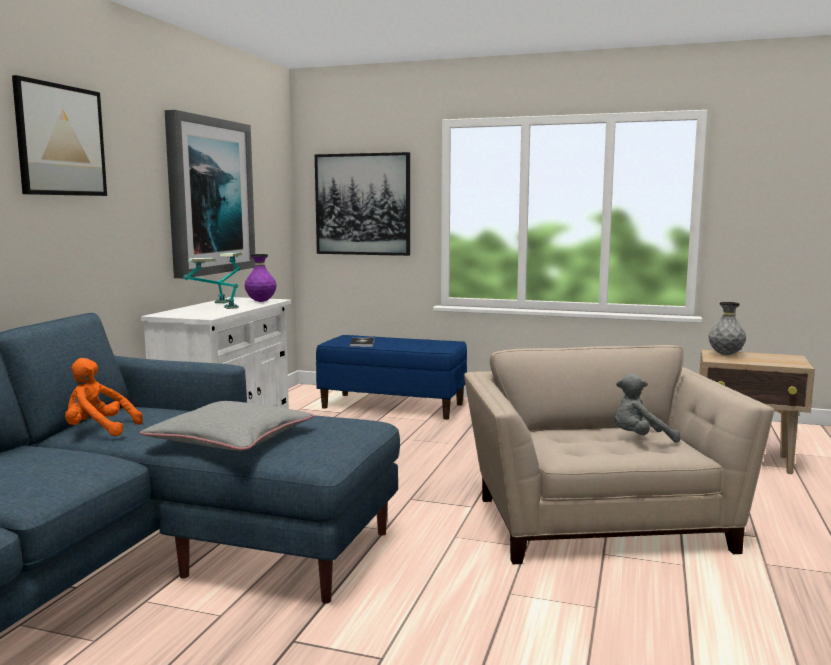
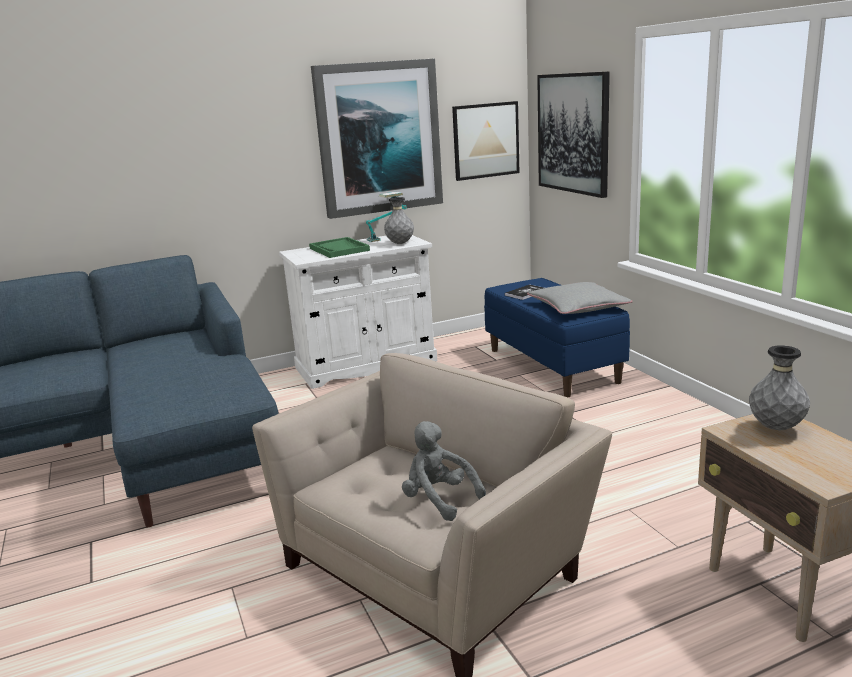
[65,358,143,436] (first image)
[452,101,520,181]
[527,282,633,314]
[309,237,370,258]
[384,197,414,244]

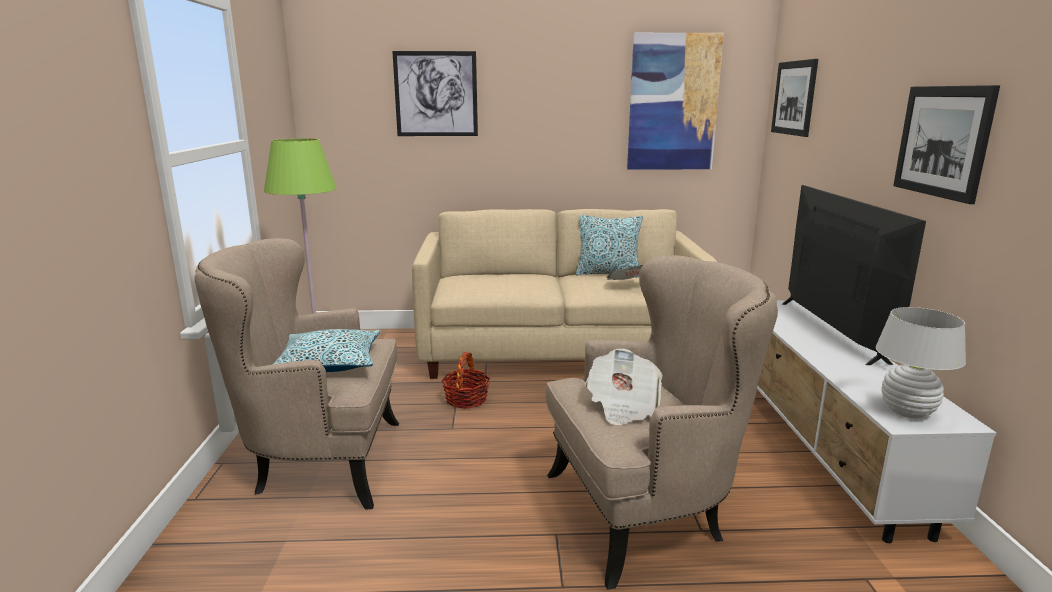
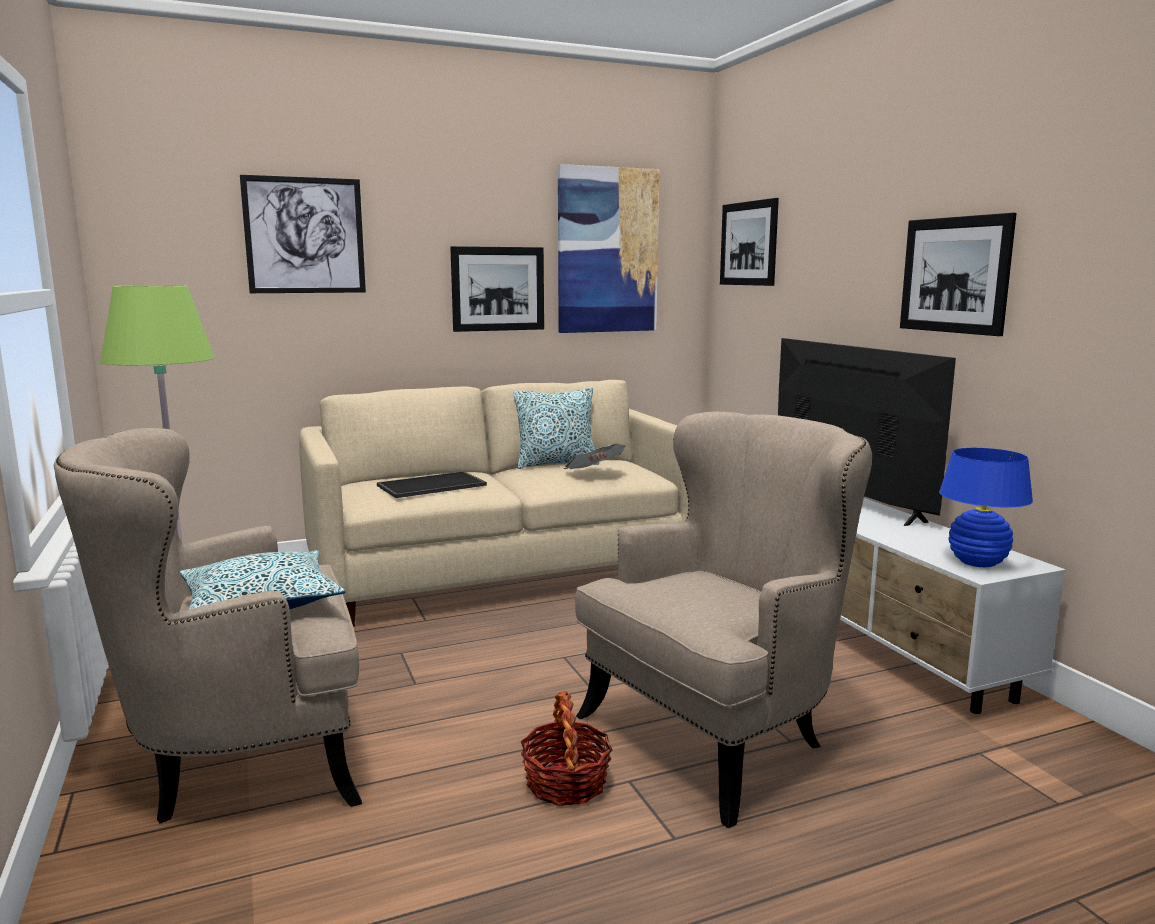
[586,348,662,425] (first image)
[377,471,487,498]
[450,246,544,332]
[521,691,612,806]
[939,448,1033,567]

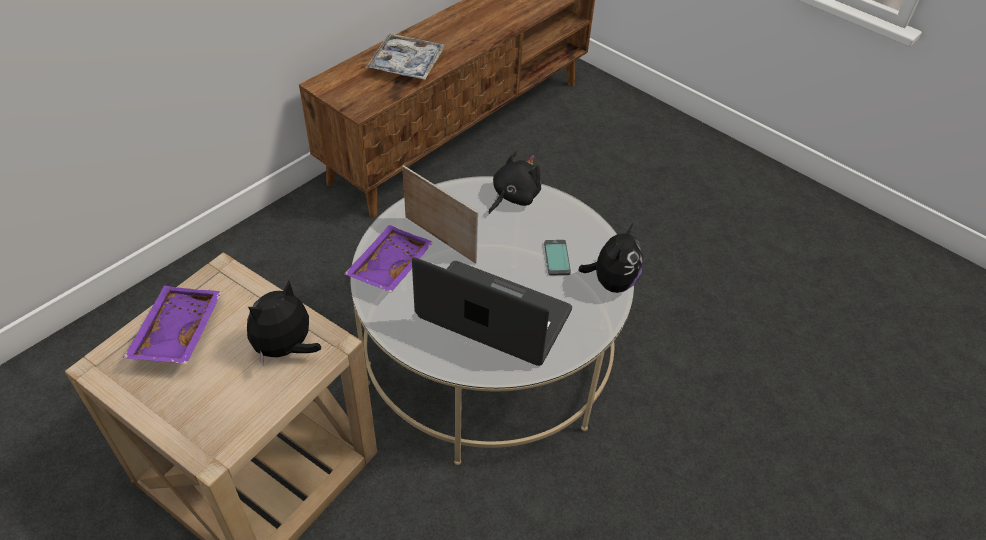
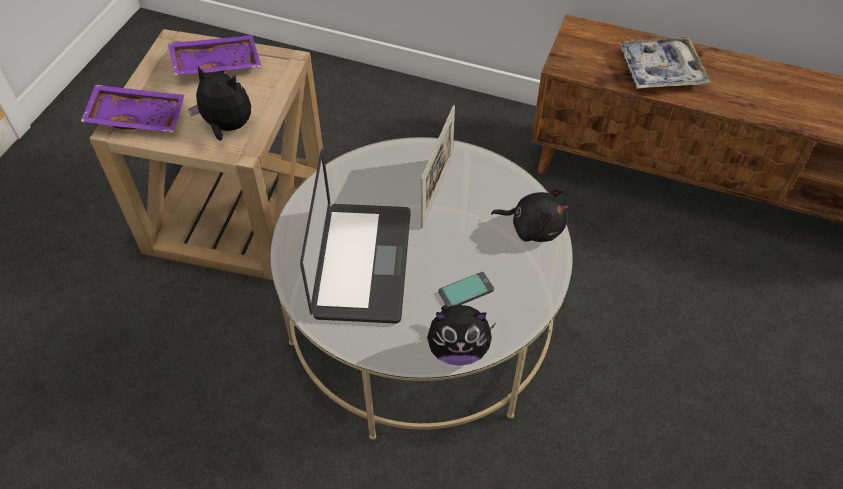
[81,84,184,132]

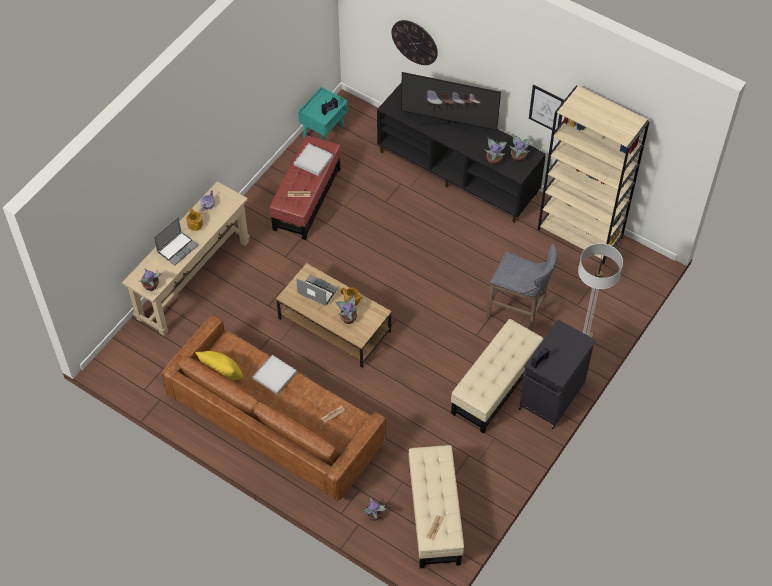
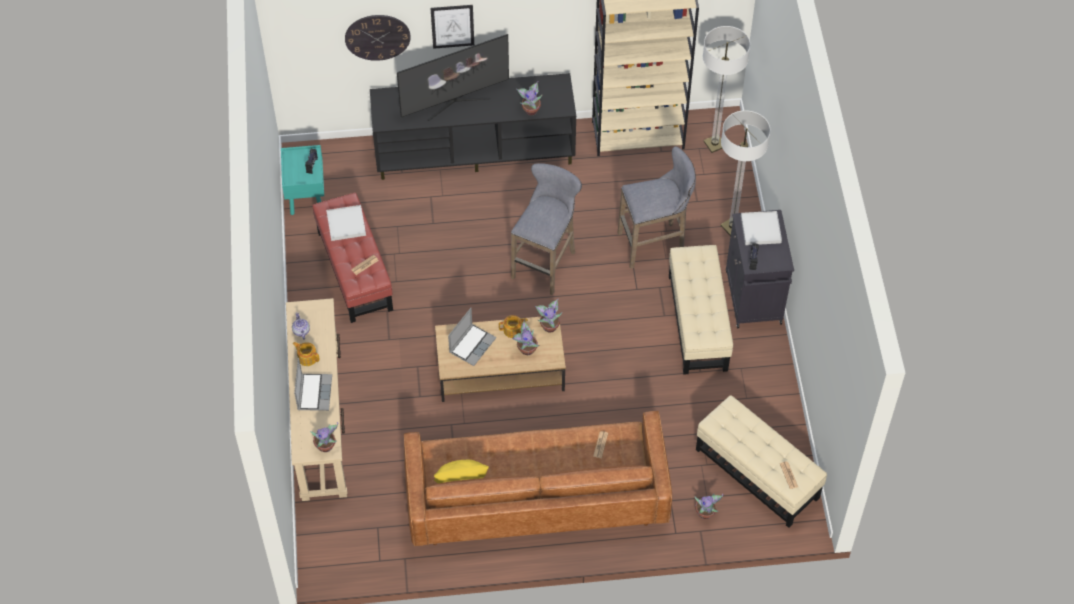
[511,163,582,295]
[703,26,750,153]
[741,211,782,245]
[535,298,562,333]
[431,5,474,49]
[448,308,496,366]

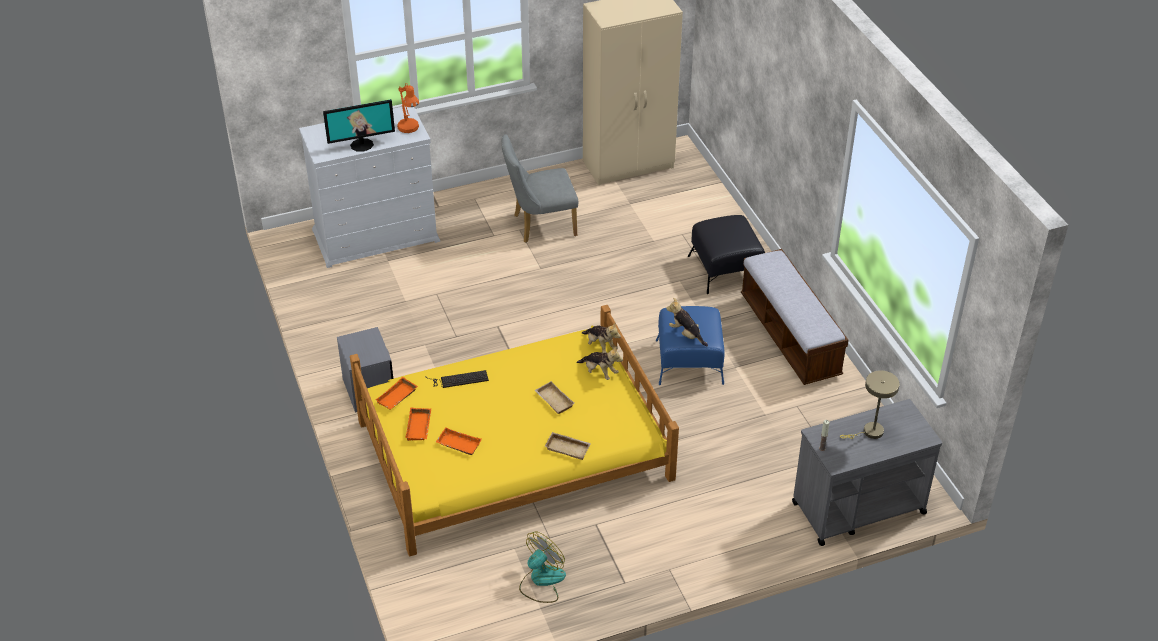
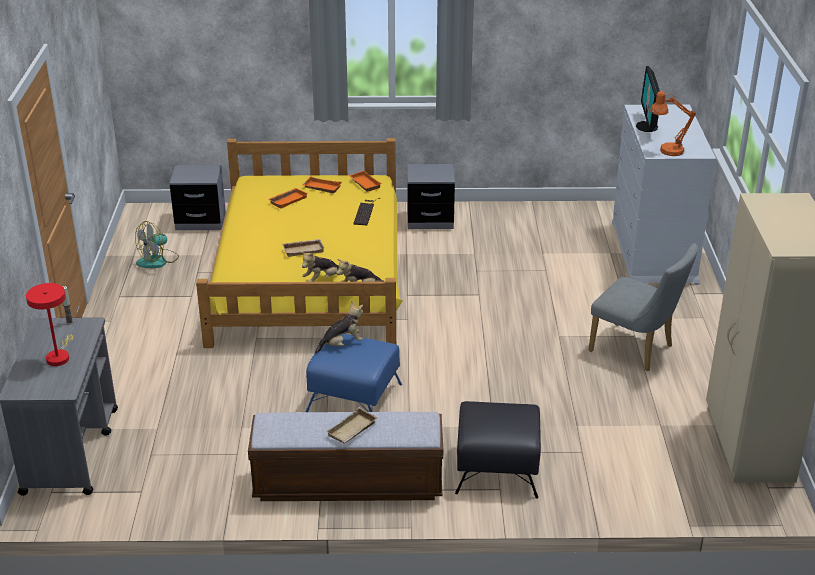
[169,165,226,230]
[326,407,378,444]
[26,283,73,366]
[588,243,698,371]
[135,221,179,268]

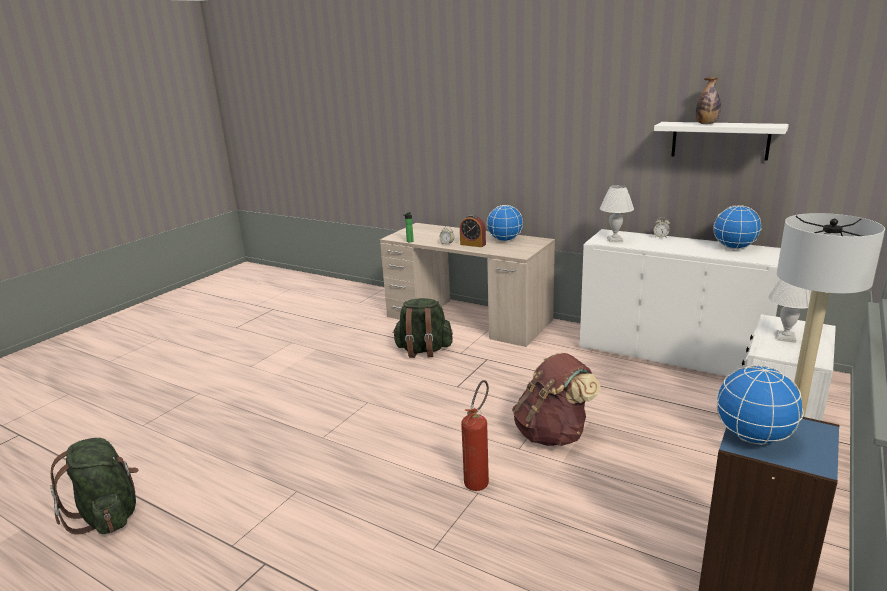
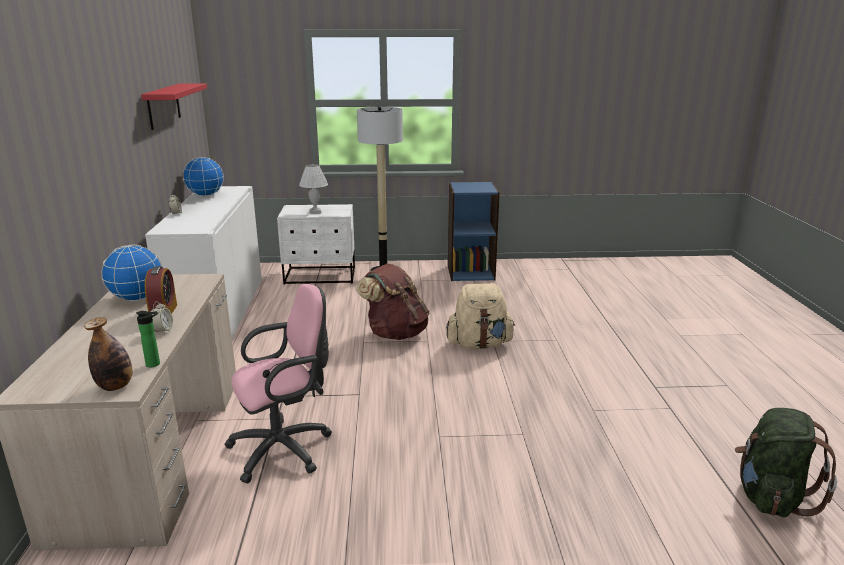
[600,185,634,242] (first image)
[716,365,804,445] (first image)
[84,317,133,391]
[224,284,332,483]
[446,283,515,349]
[141,83,207,130]

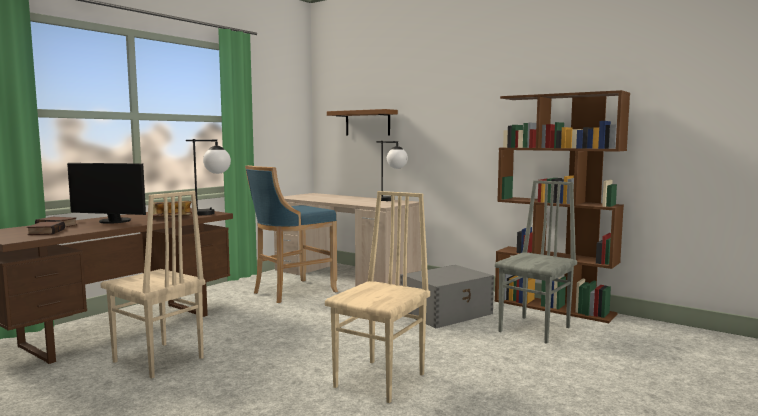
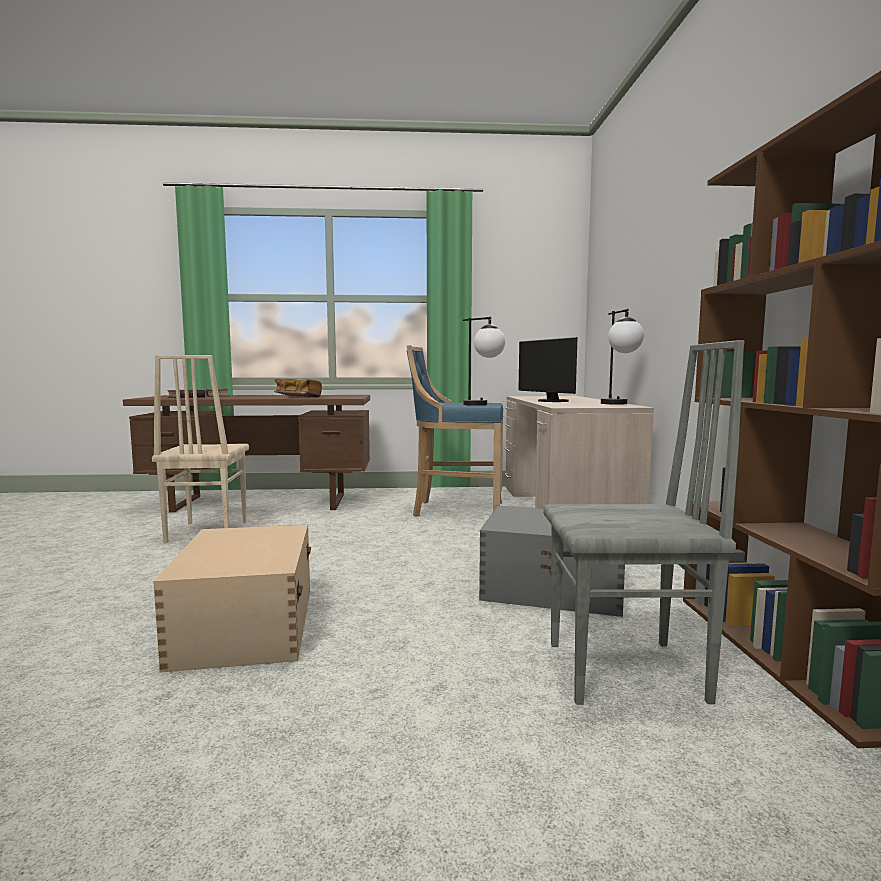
[327,109,398,136] (first image)
[518,337,578,402]
[463,317,505,406]
[153,525,311,673]

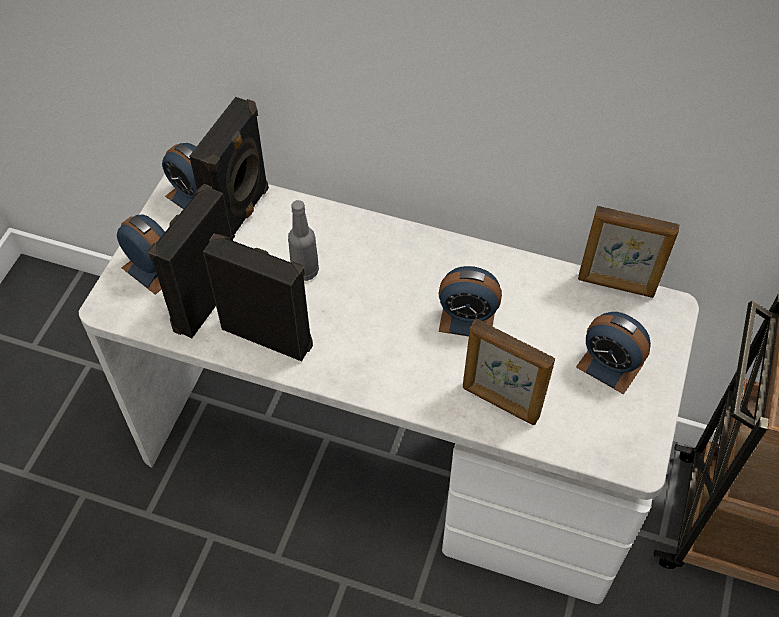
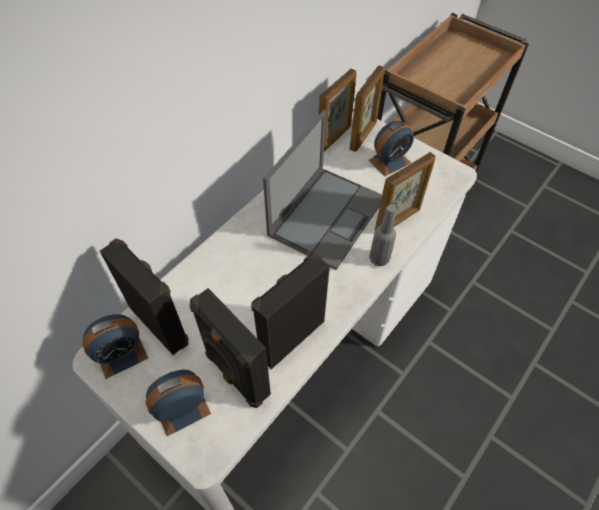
[350,65,385,152]
[369,205,396,266]
[263,110,382,270]

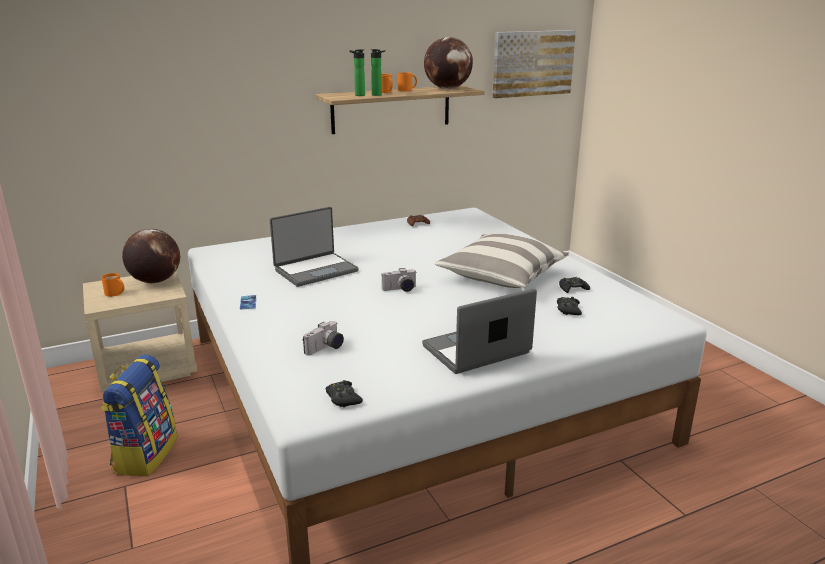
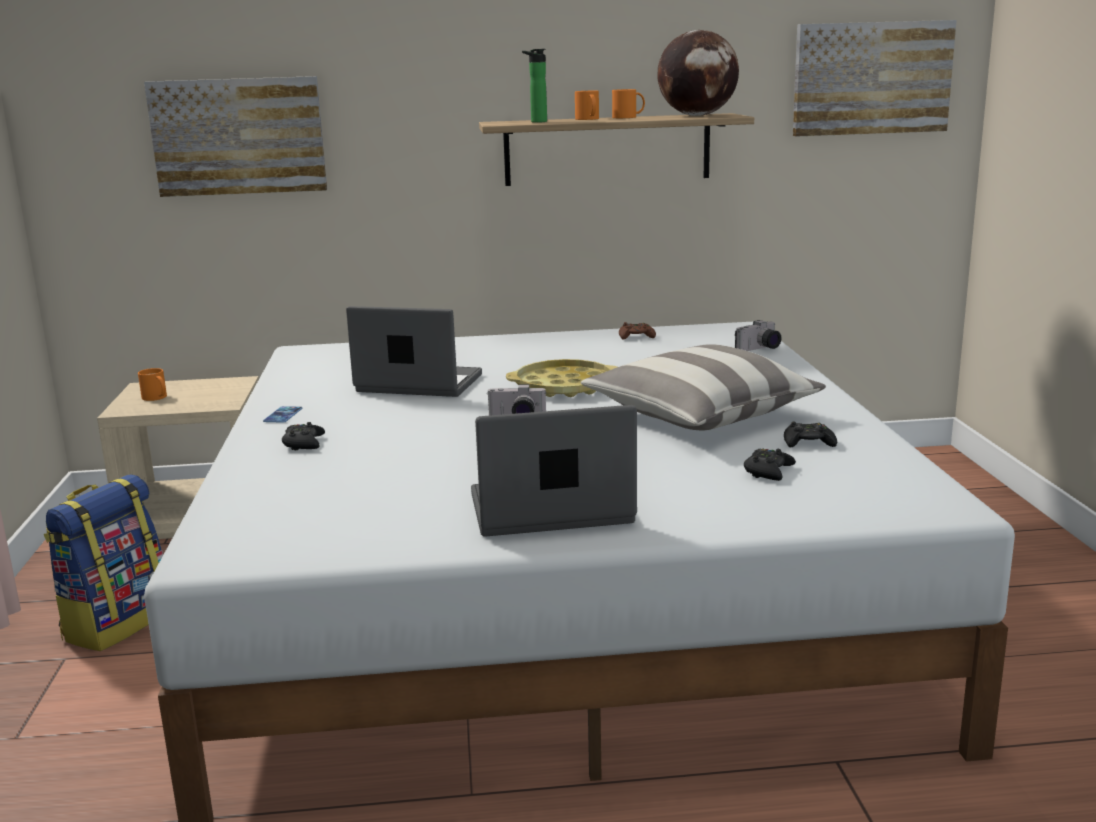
[122,229,180,283] (first image)
[371,49,386,96] (first image)
[144,76,327,197]
[506,359,617,397]
[735,320,782,351]
[282,422,325,451]
[346,306,482,397]

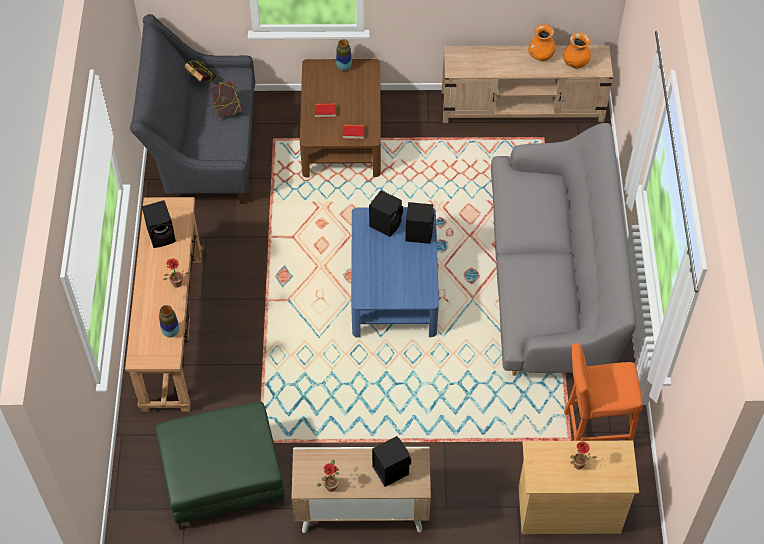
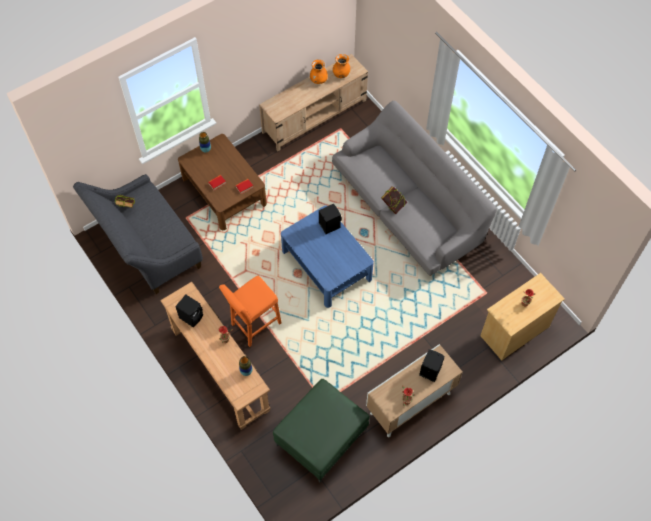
[369,190,403,237] (first image)
[381,186,407,214]
[219,276,282,347]

